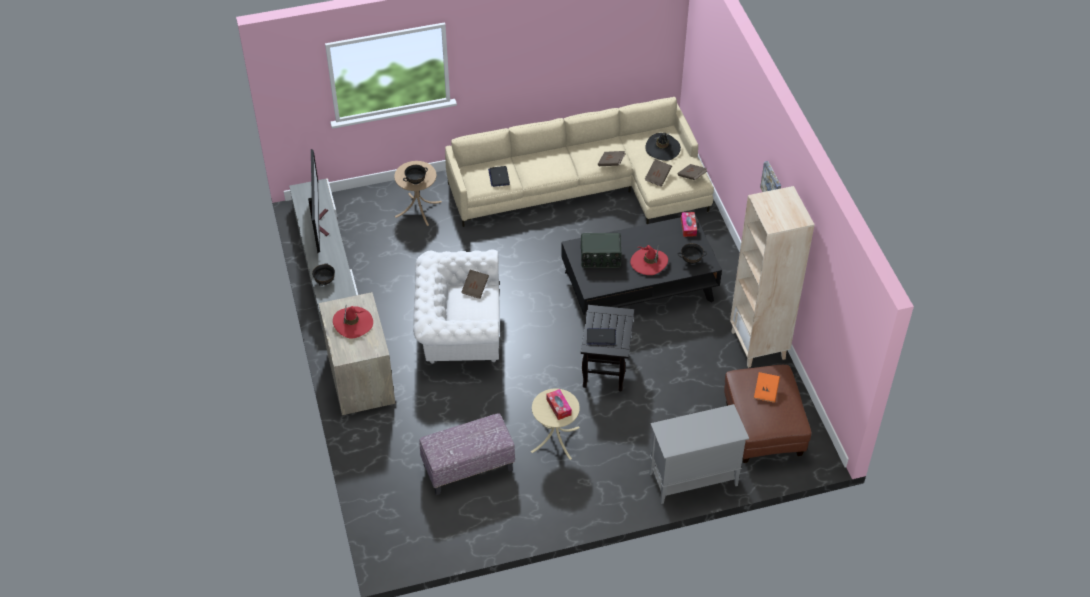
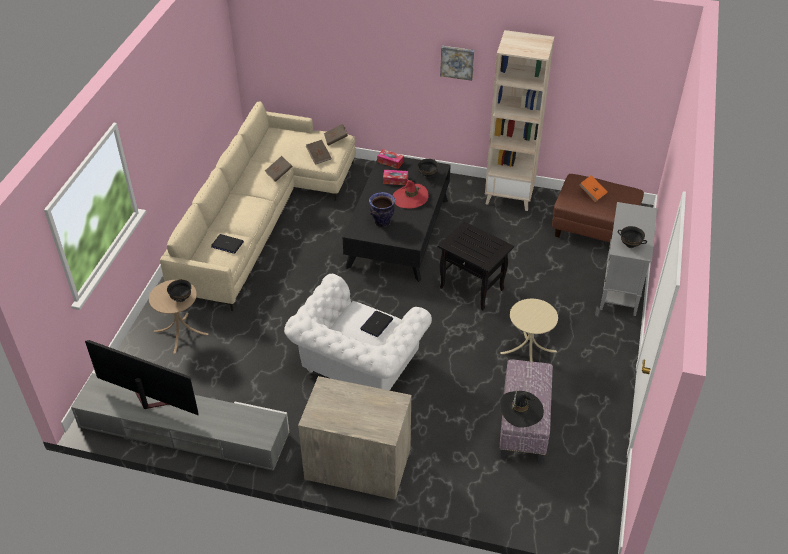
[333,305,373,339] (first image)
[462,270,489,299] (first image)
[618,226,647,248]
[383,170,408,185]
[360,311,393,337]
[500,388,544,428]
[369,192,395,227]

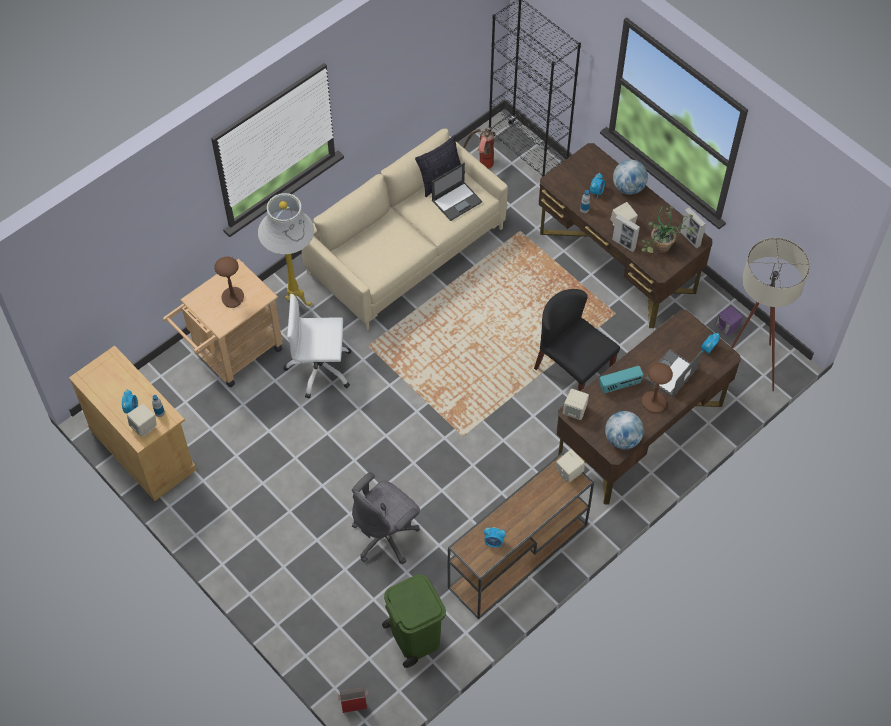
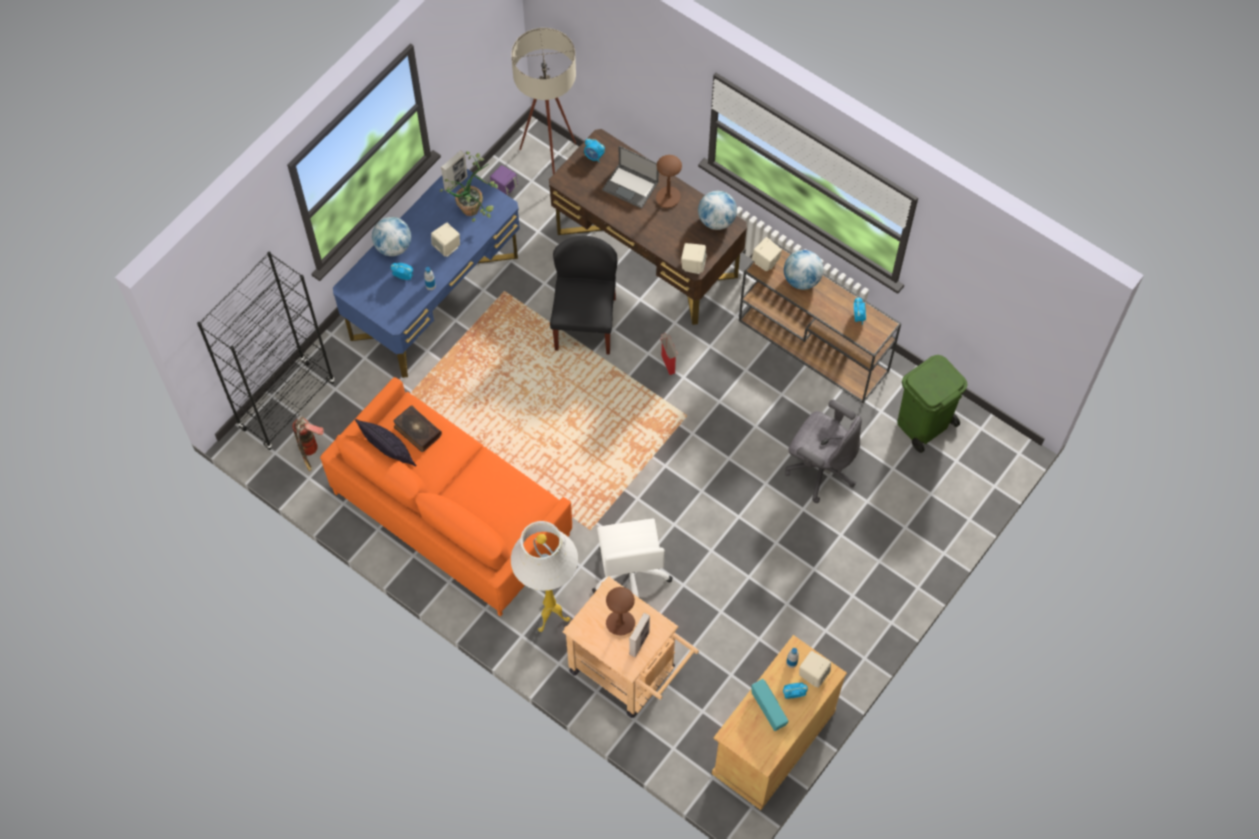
[784,250,823,290]
[660,333,678,375]
[751,679,788,731]
[629,613,650,657]
[393,405,442,452]
[320,377,572,617]
[333,169,520,378]
[550,236,617,355]

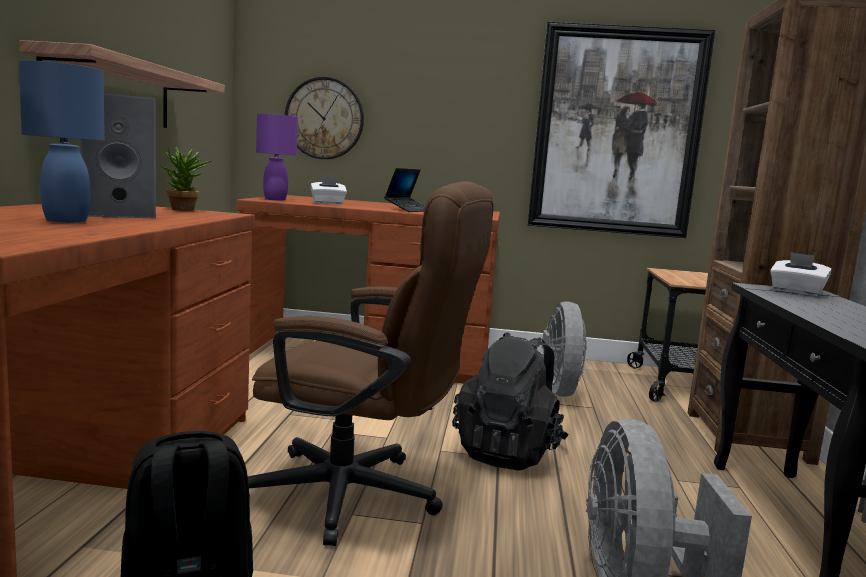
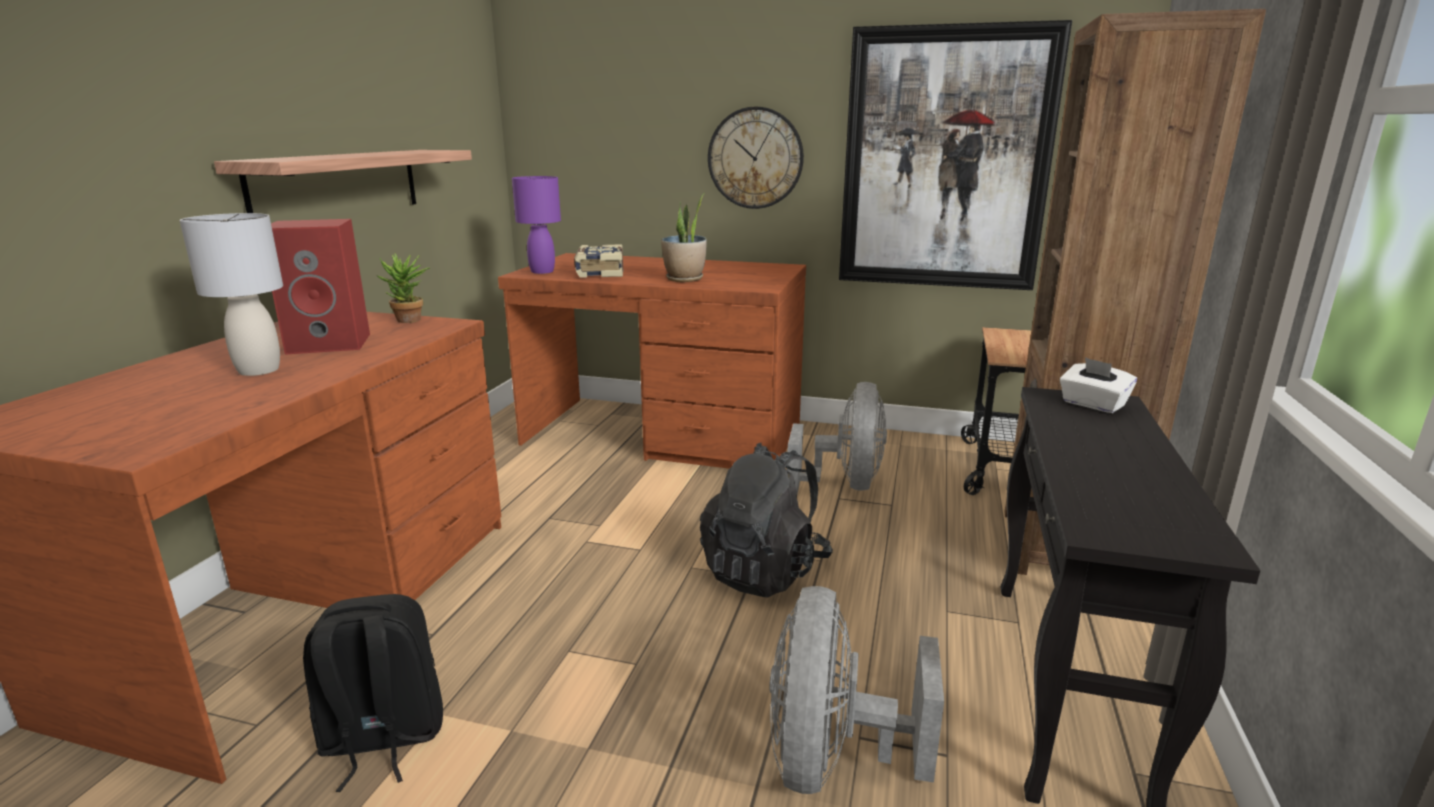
[248,181,493,546] (first image)
[708,107,804,209]
[574,244,623,278]
[661,193,707,282]
[179,213,283,376]
[271,219,370,355]

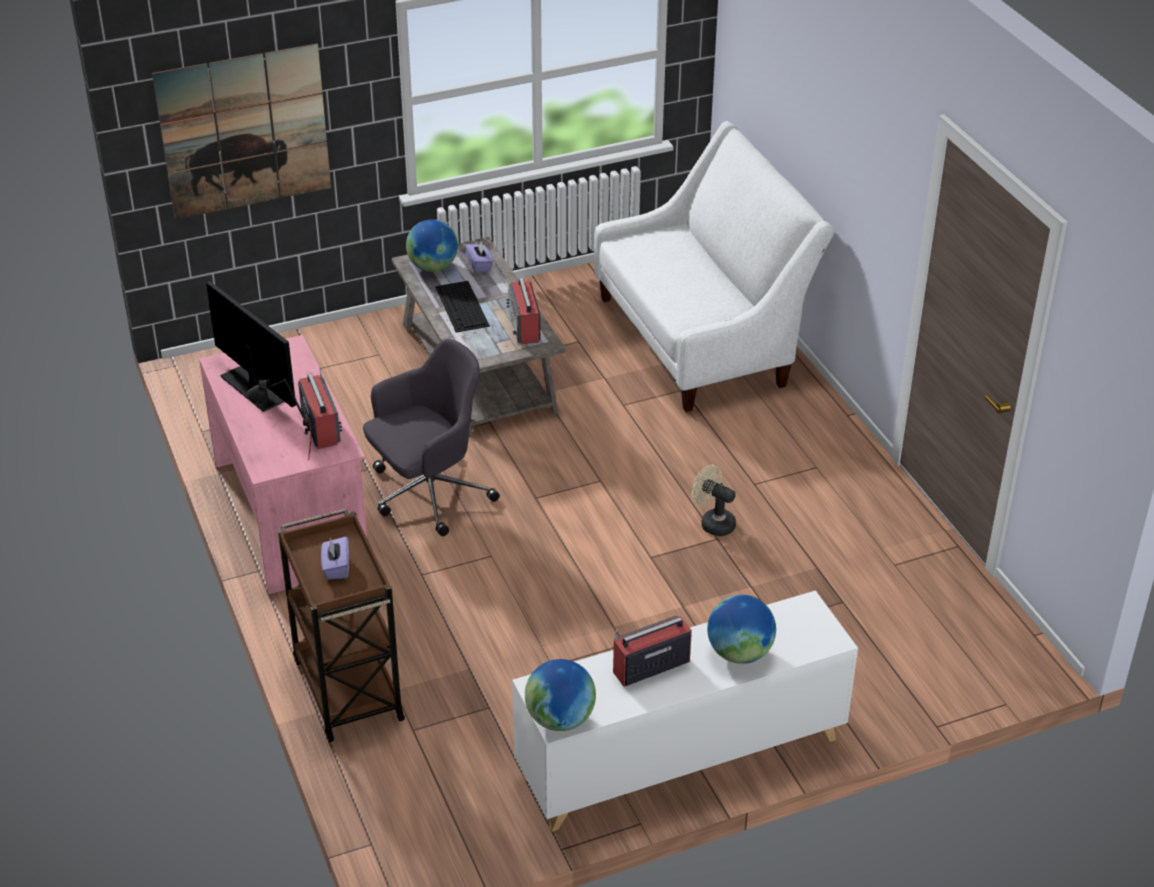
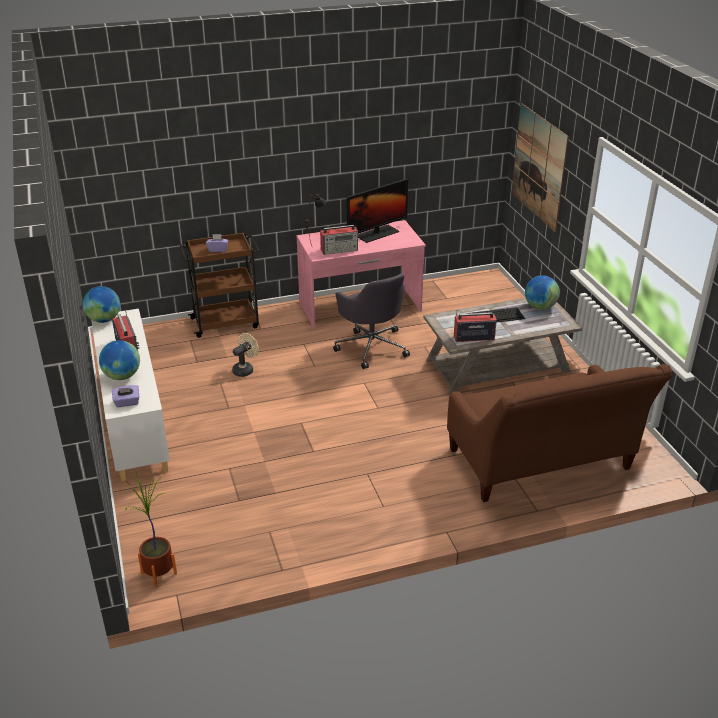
[125,472,177,587]
[112,385,139,407]
[232,333,259,377]
[447,364,672,502]

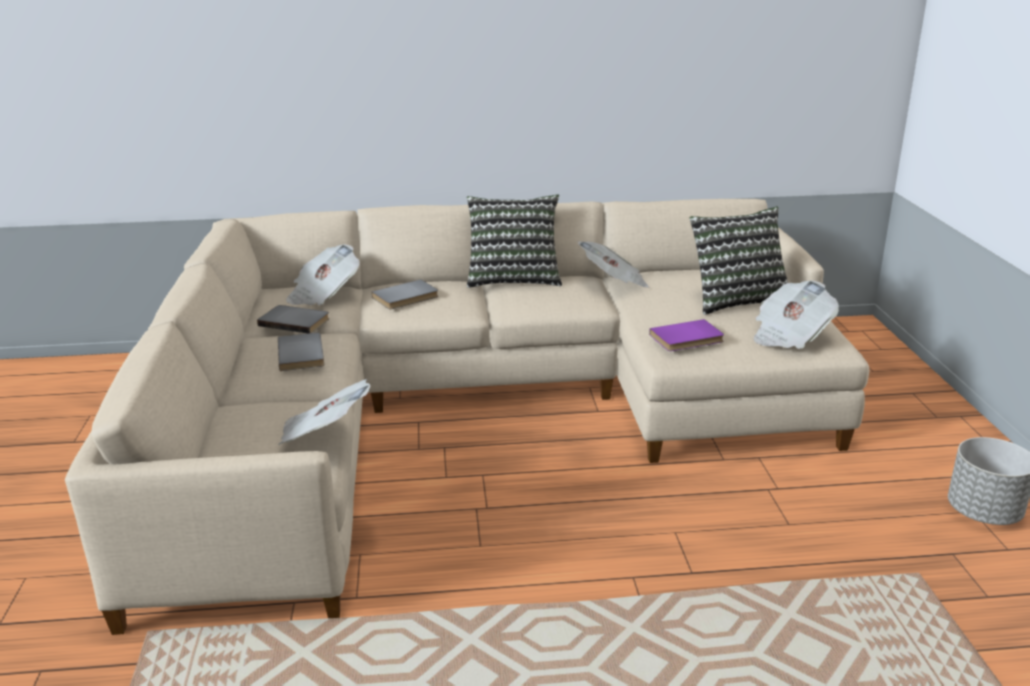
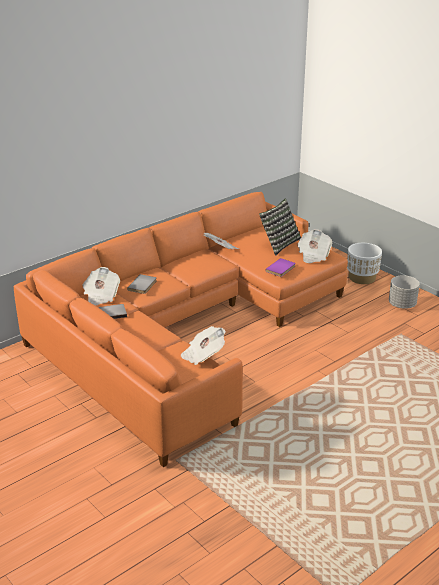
[278,333,324,371] (first image)
[467,194,562,288] (first image)
[347,243,382,284]
[14,192,348,467]

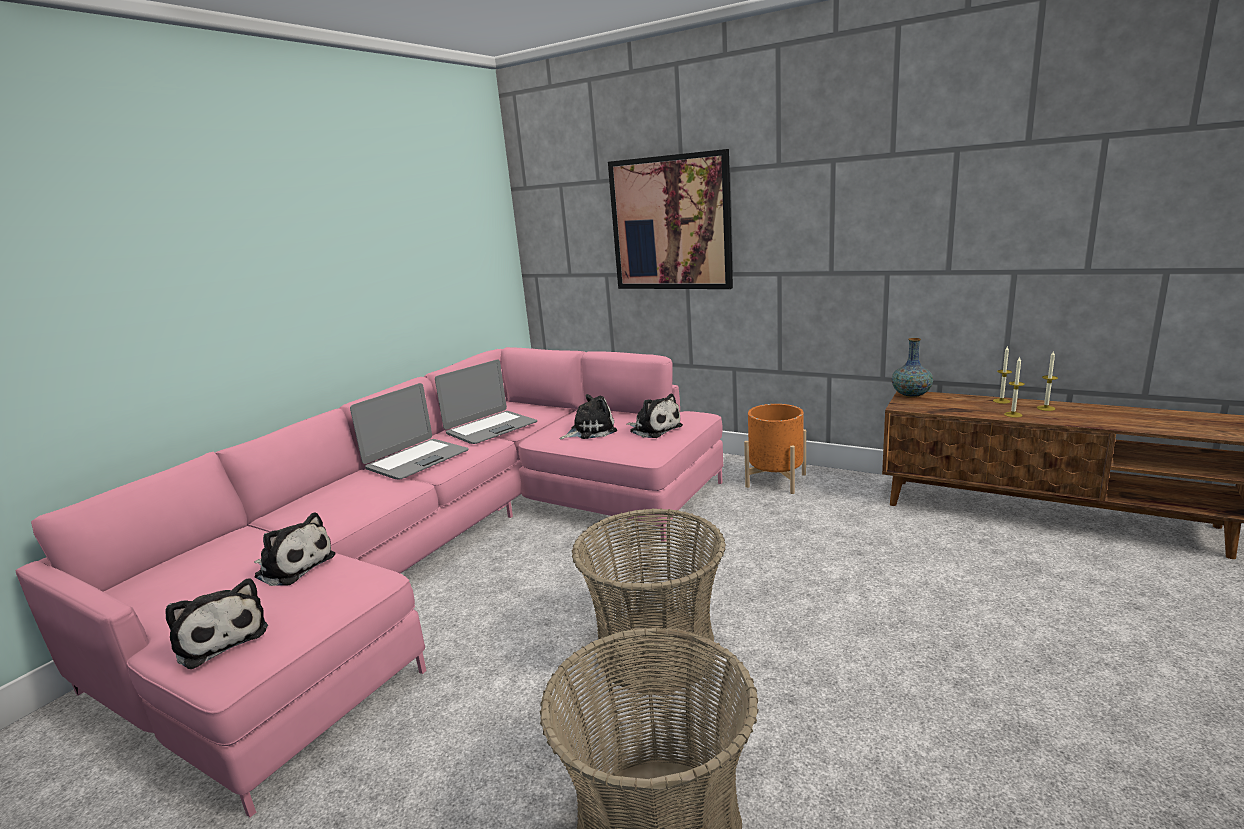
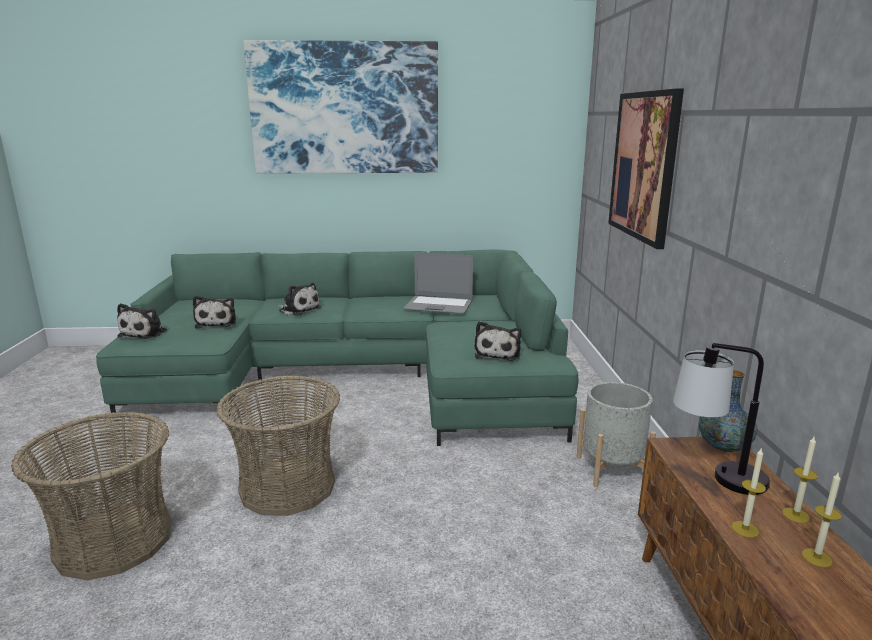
[350,383,469,480] (first image)
[243,40,438,173]
[673,343,770,495]
[278,283,321,316]
[96,250,578,446]
[577,382,656,487]

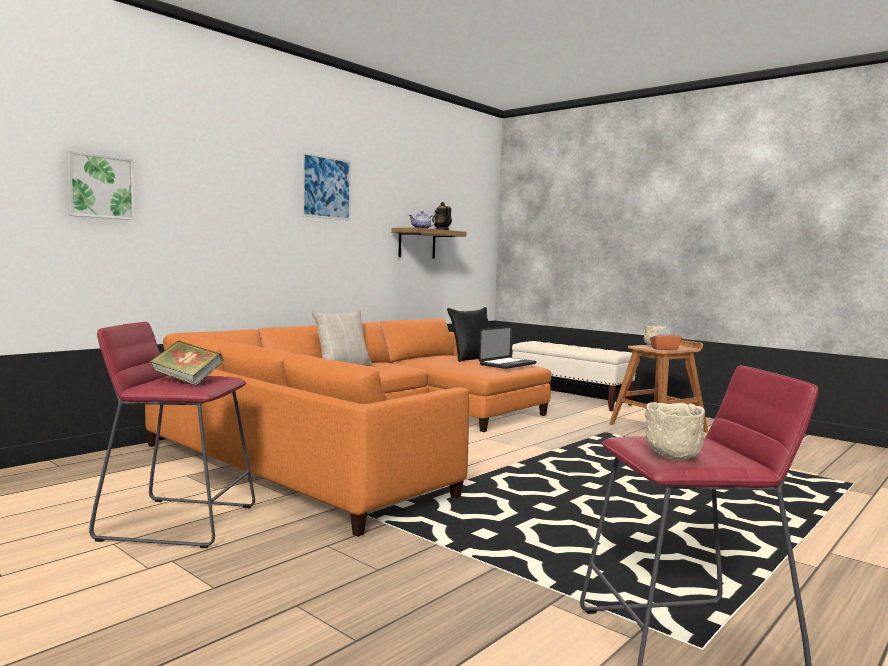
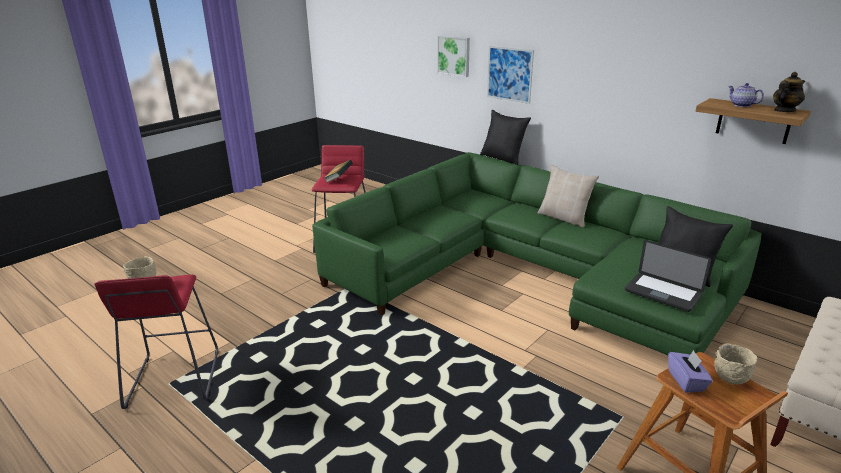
[480,110,531,165]
[487,46,534,104]
[312,152,761,355]
[668,350,713,393]

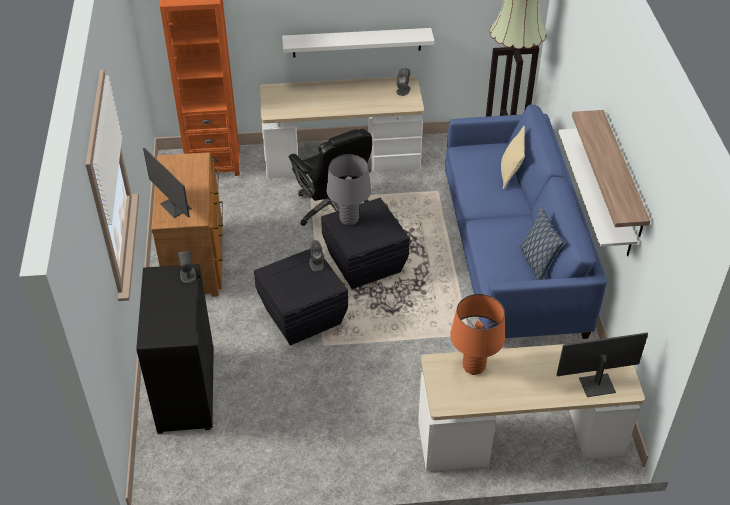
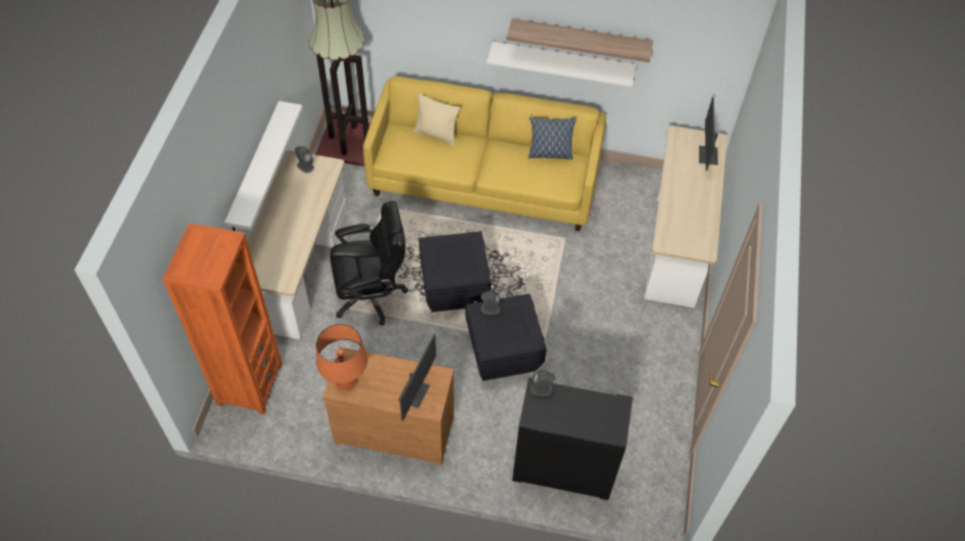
[327,154,371,225] (first image)
[316,324,368,391]
[363,76,606,231]
[398,334,436,421]

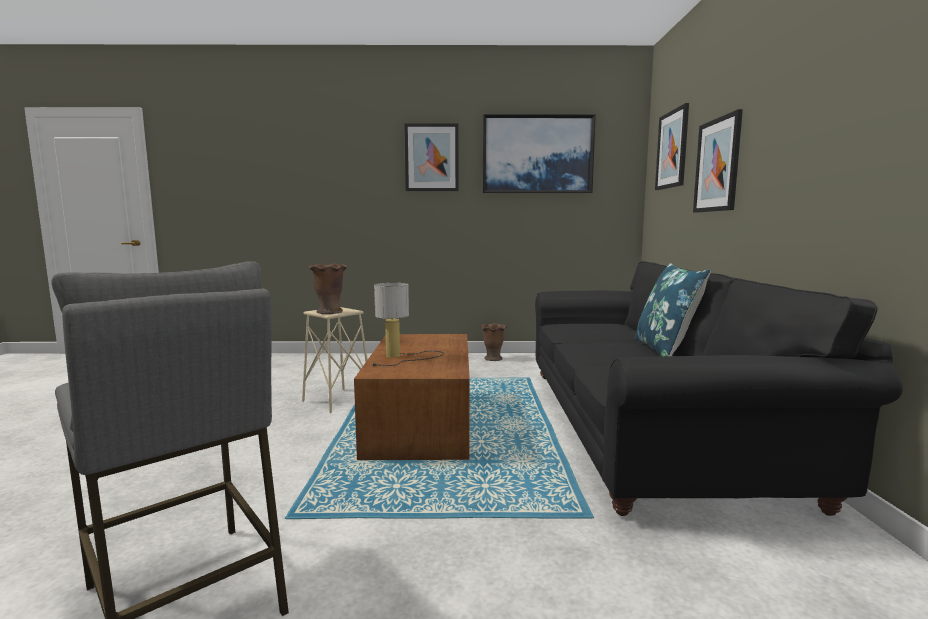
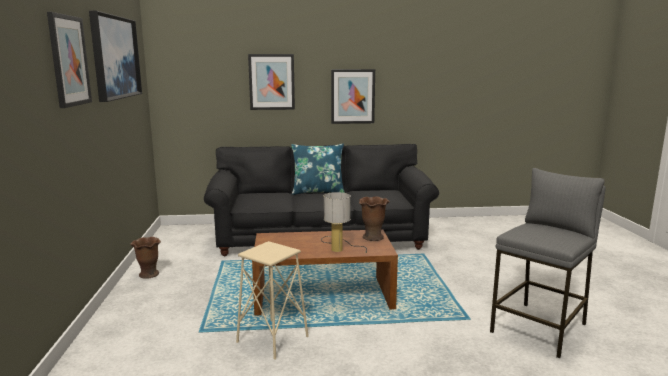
[359,196,390,241]
[331,69,375,124]

